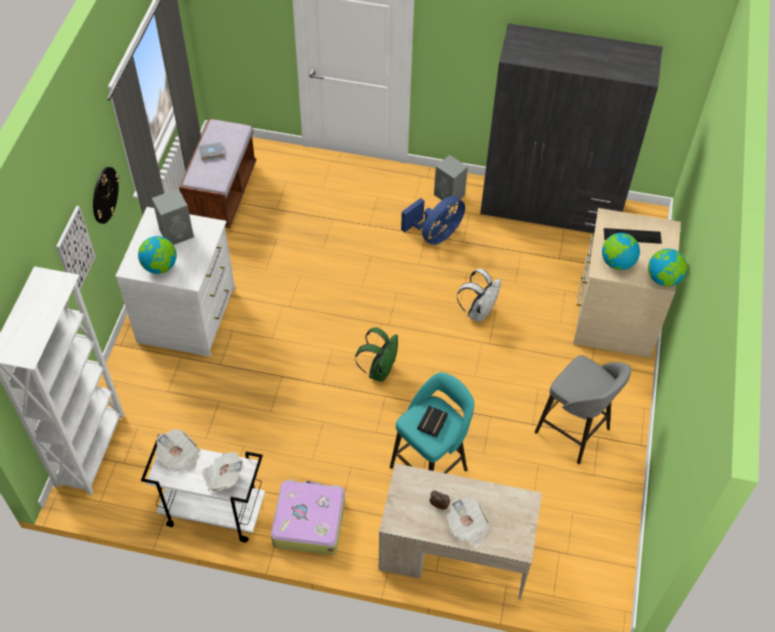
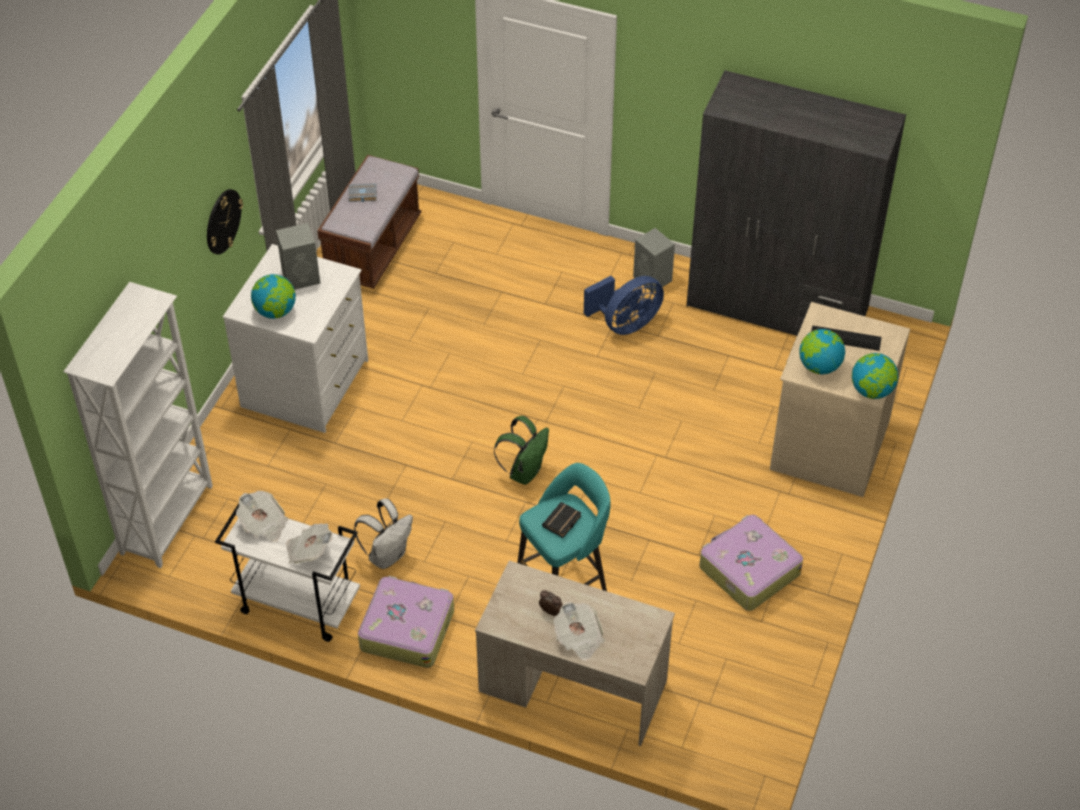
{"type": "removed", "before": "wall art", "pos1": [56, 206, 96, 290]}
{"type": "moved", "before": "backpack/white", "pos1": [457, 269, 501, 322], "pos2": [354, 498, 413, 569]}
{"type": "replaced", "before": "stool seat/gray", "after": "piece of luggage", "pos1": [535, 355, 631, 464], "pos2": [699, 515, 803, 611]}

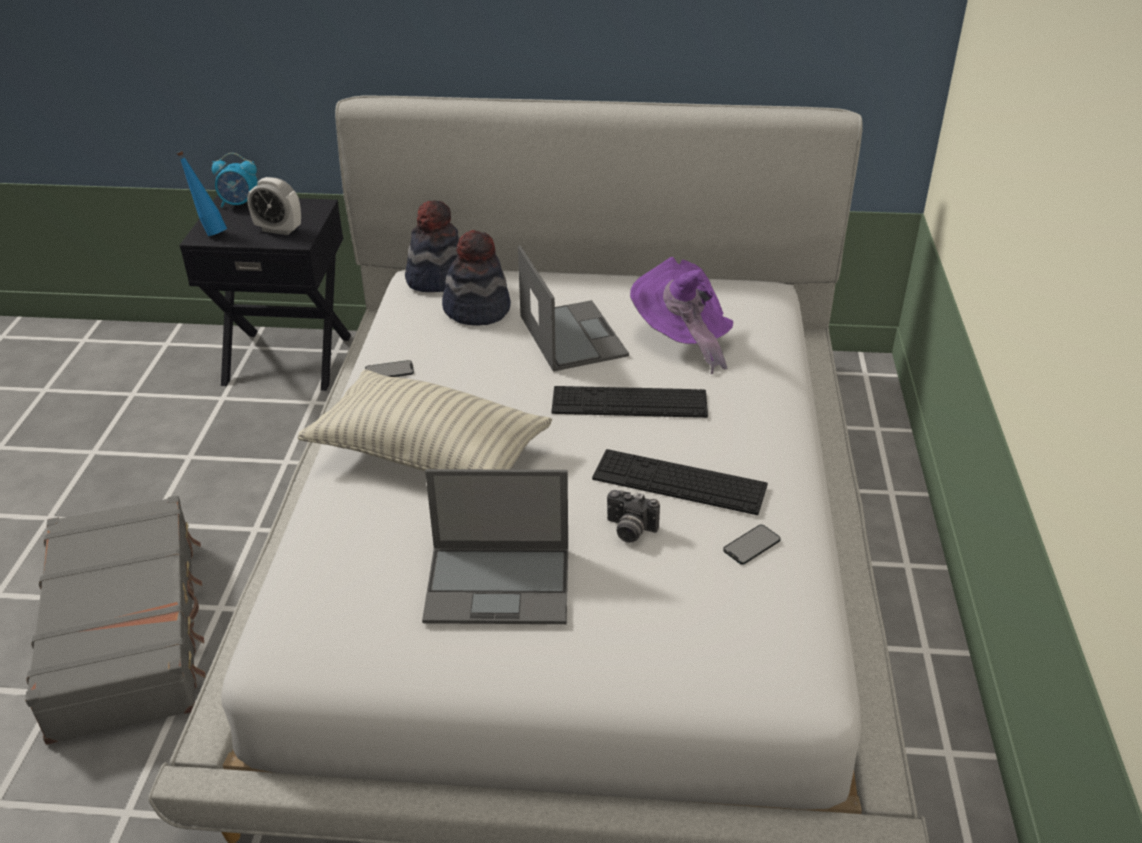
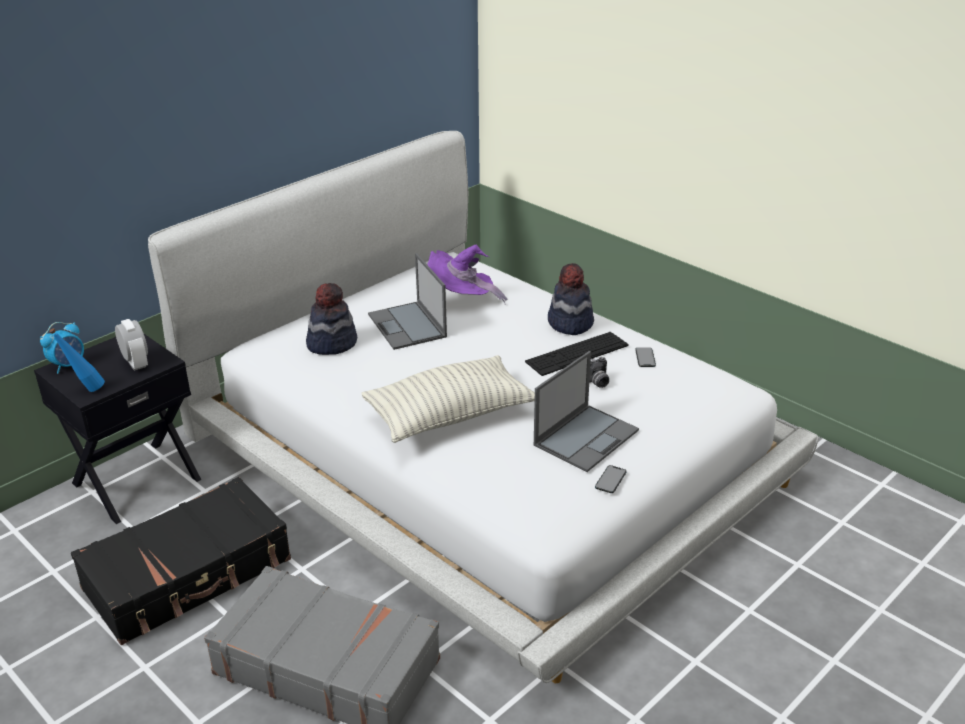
{"type": "removed", "before": "computer keyboard", "pos1": [551, 386, 708, 418]}
{"type": "added", "after": "piece of luggage/black-coloured", "pos2": [71, 477, 291, 645]}
{"type": "moved", "before": "handset", "pos1": [365, 360, 414, 377], "pos2": [595, 465, 626, 493]}
{"type": "moved", "before": "wearable hat", "pos1": [405, 200, 460, 292], "pos2": [548, 263, 594, 335]}
{"type": "turned", "before": "alarm clock", "pos1": [247, 177, 301, 235], "pos2": [115, 319, 148, 371], "turn": -90}
{"type": "turned", "before": "laptop", "pos1": [518, 245, 629, 372], "pos2": [368, 253, 447, 350], "turn": -135}

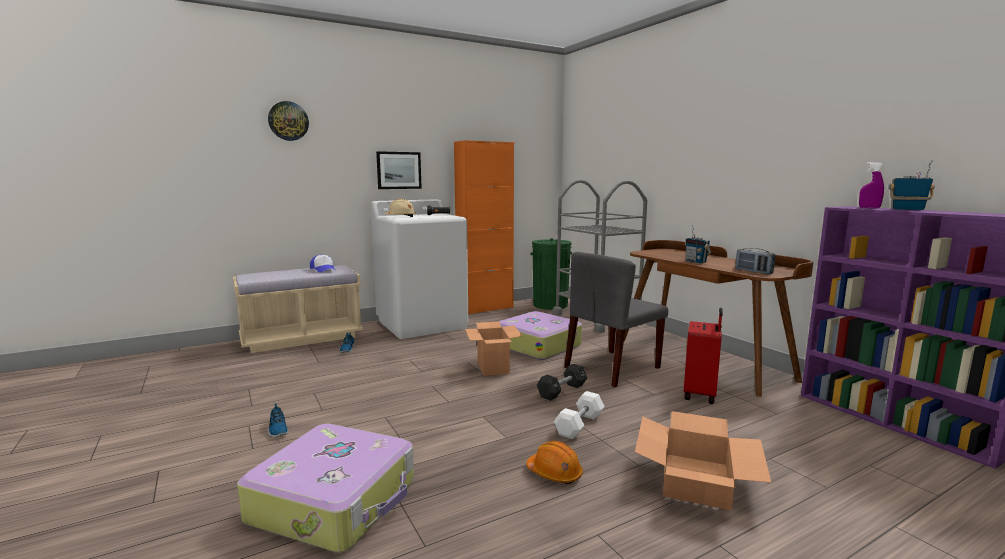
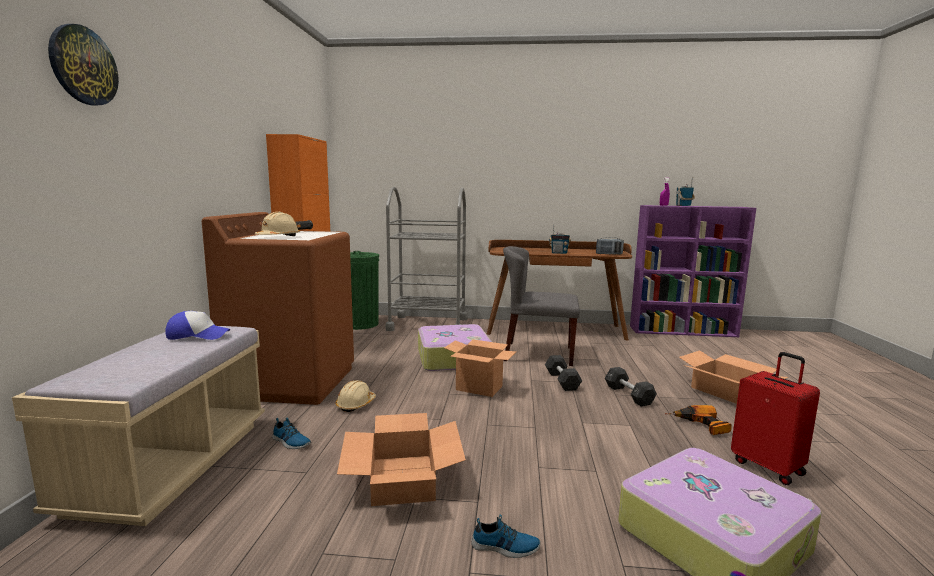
{"type": "removed", "before": "wall art", "pos1": [376, 151, 422, 189]}
{"type": "added", "after": "work helmet/sand-coloured", "pos2": [335, 380, 376, 412]}
{"type": "added", "after": "cardboard box", "pos2": [337, 413, 466, 506]}
{"type": "moved", "before": "piece of luggage/red-coloured", "pos1": [684, 308, 723, 404], "pos2": [731, 352, 820, 485]}
{"type": "replaced", "before": "work helmet/orange", "after": "drill", "pos1": [526, 441, 583, 484], "pos2": [665, 405, 732, 435]}
{"type": "recoloured", "before": "laundry machine/white", "after": "laundry machine/brown-coloured", "pos1": [371, 199, 468, 339], "pos2": [202, 212, 354, 405]}
{"type": "recoloured", "before": "hand weight/white", "after": "hand weight/black-coloured", "pos1": [554, 391, 605, 439], "pos2": [605, 367, 657, 406]}
{"type": "turned", "before": "chair/gray", "pos1": [564, 252, 668, 387], "pos2": [503, 246, 580, 366], "turn": 105}

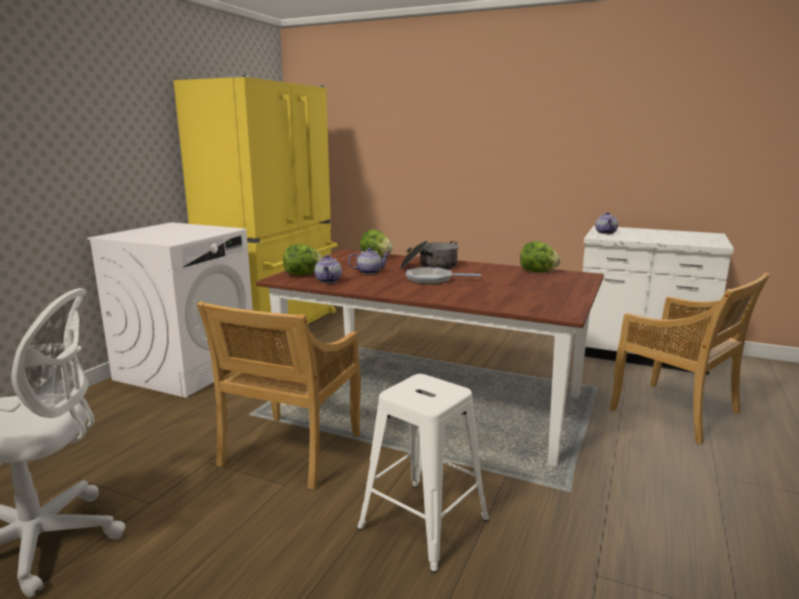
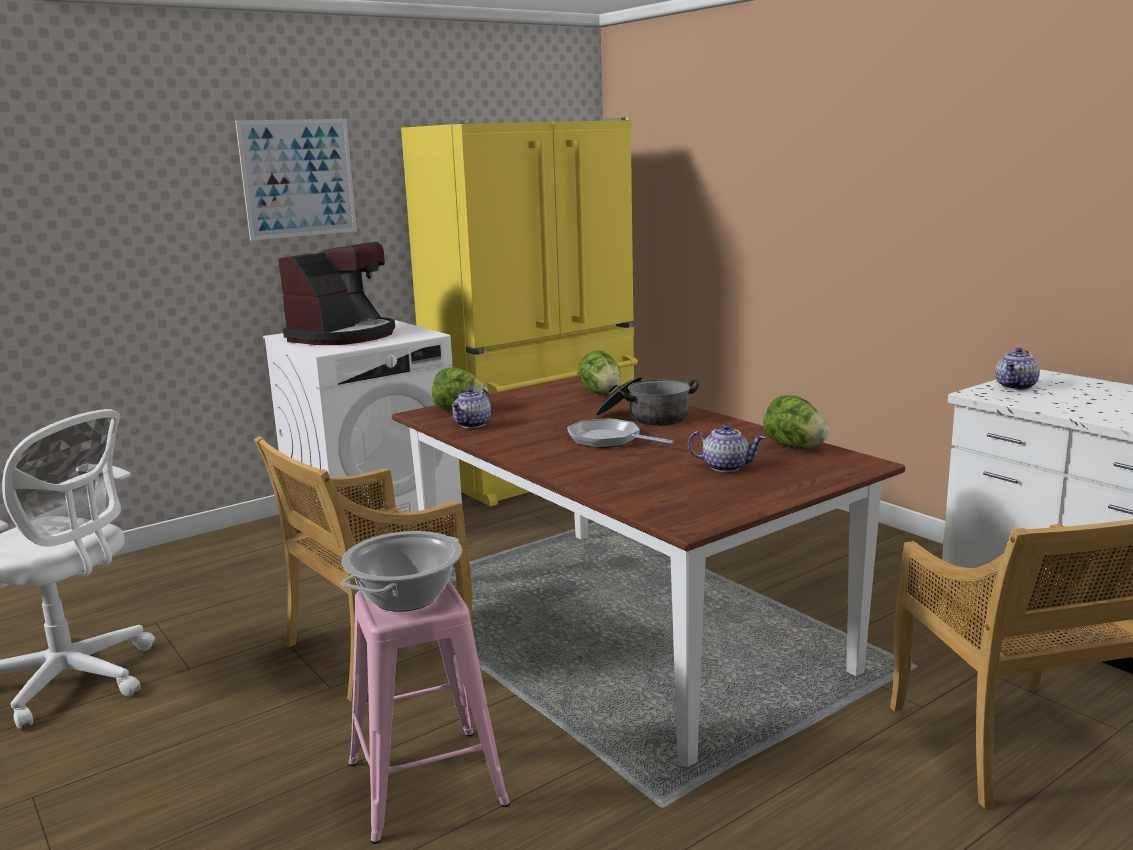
{"type": "added", "after": "wall art", "pos2": [235, 119, 357, 241]}
{"type": "added", "after": "coffee maker", "pos2": [278, 242, 395, 345]}
{"type": "added", "after": "stockpot", "pos2": [341, 531, 462, 612]}
{"type": "moved", "before": "pot for tea", "pos1": [348, 248, 390, 274], "pos2": [688, 424, 765, 472]}
{"type": "recoloured", "before": "stool seat/white", "after": "stool seat/pinkish", "pos1": [357, 374, 489, 573], "pos2": [348, 579, 510, 844]}

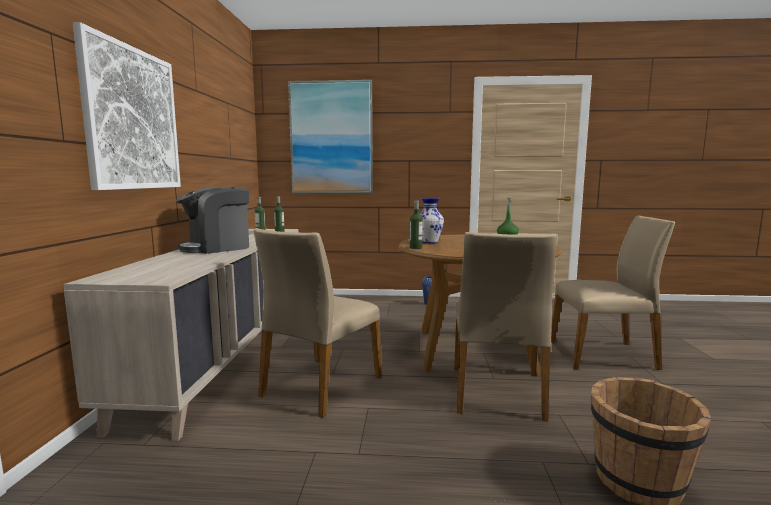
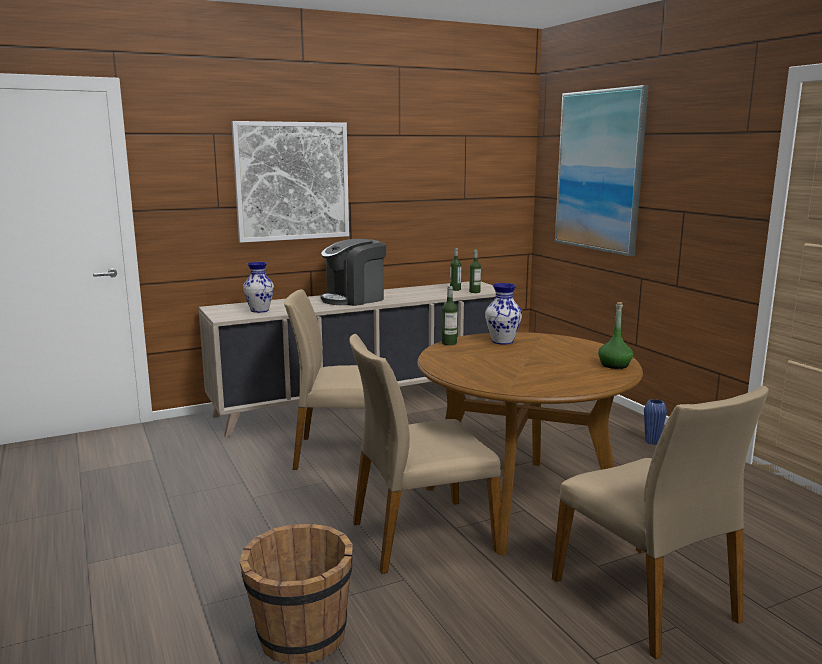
{"type": "added", "after": "vase", "pos2": [243, 262, 274, 313]}
{"type": "turned", "before": "coffee maker", "pos1": [176, 187, 249, 254], "pos2": [320, 239, 386, 306], "turn": -60}

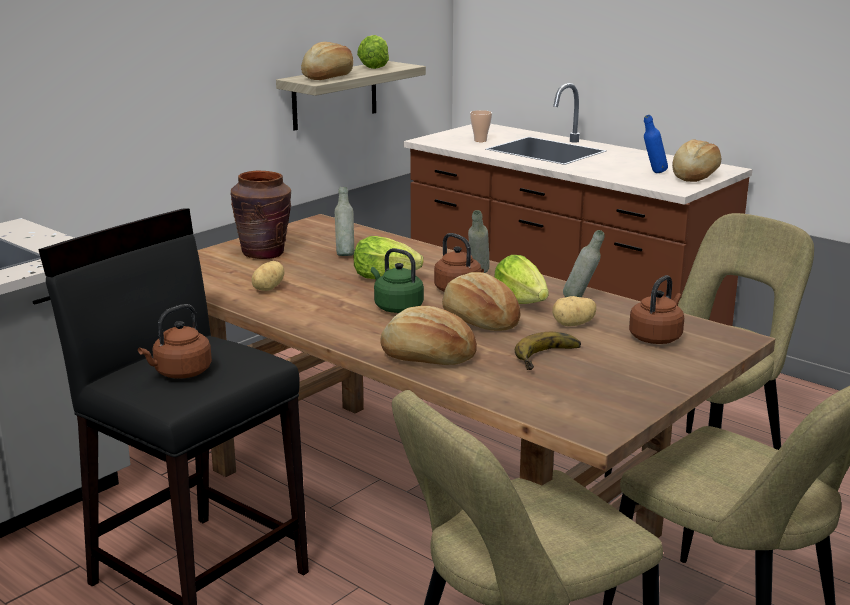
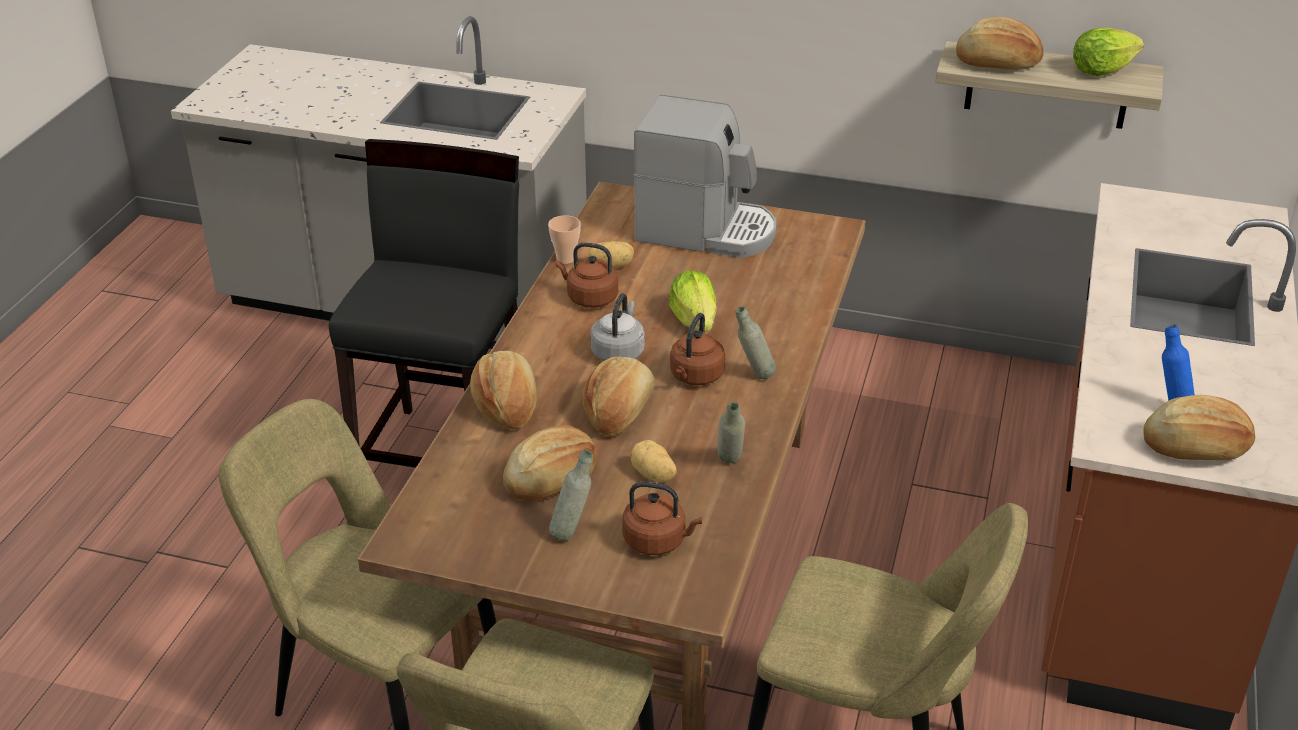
{"type": "removed", "before": "lettuce", "pos1": [494, 255, 549, 304]}
{"type": "moved", "before": "tea kettle/brown-coloured", "pos1": [138, 304, 212, 379], "pos2": [555, 242, 618, 308]}
{"type": "moved", "before": "drink bottle/gray", "pos1": [335, 187, 354, 256], "pos2": [549, 449, 593, 541]}
{"type": "moved", "before": "cup", "pos1": [470, 110, 492, 142], "pos2": [548, 215, 581, 264]}
{"type": "replaced", "before": "vase/brown-coloured", "after": "coffee maker", "pos1": [230, 170, 291, 259], "pos2": [634, 95, 776, 258]}
{"type": "replaced", "before": "whole banana", "after": "bread", "pos1": [515, 332, 581, 370], "pos2": [503, 425, 597, 501]}
{"type": "recoloured", "before": "tea kettle/green", "after": "tea kettle/gray", "pos1": [371, 248, 424, 313], "pos2": [590, 293, 645, 361]}

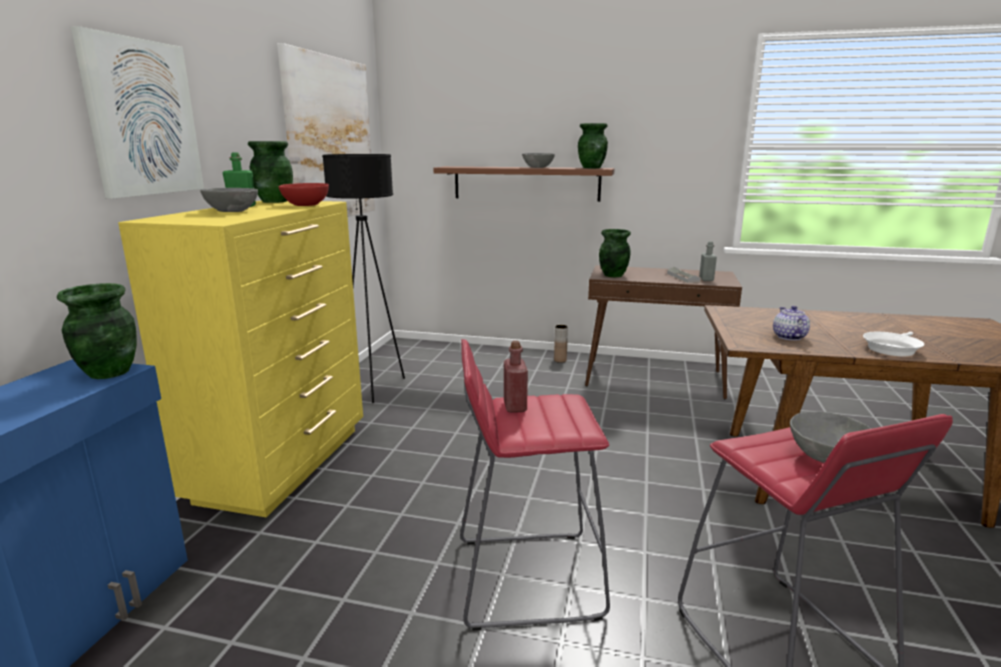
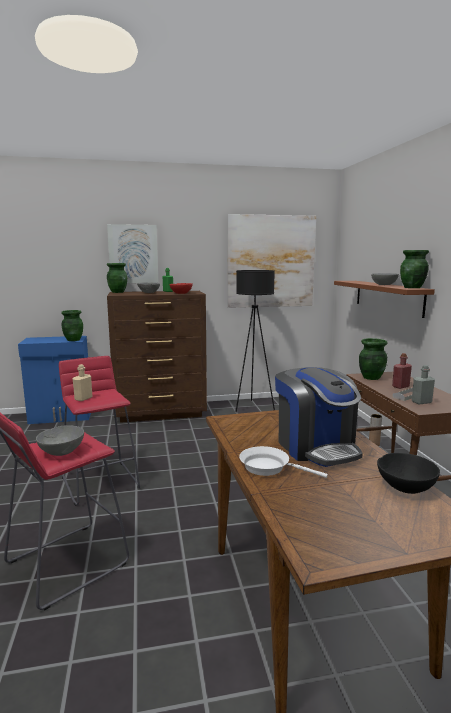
{"type": "removed", "before": "pot for tea", "pos1": [773, 306, 810, 341]}
{"type": "added", "after": "drink bottle/sand-coloured", "pos2": [73, 364, 92, 401]}
{"type": "added", "after": "coffee maker", "pos2": [275, 367, 363, 467]}
{"type": "added", "after": "deep dish/black-coloured", "pos2": [377, 453, 440, 494]}
{"type": "moved", "before": "vase/green", "pos1": [248, 141, 293, 203], "pos2": [107, 263, 127, 293]}
{"type": "moved", "before": "drink bottle/red-coloured", "pos1": [504, 341, 528, 413], "pos2": [392, 353, 412, 389]}
{"type": "recoloured", "before": "dresser/yellow-coloured", "after": "dresser/brown-coloured", "pos1": [118, 200, 363, 517], "pos2": [107, 291, 207, 423]}

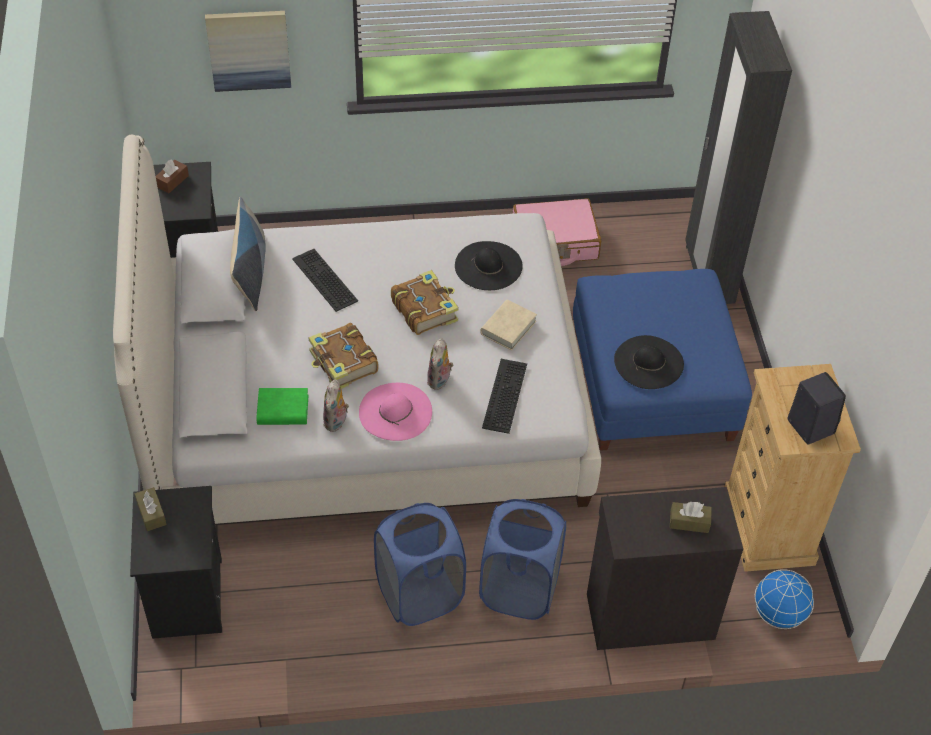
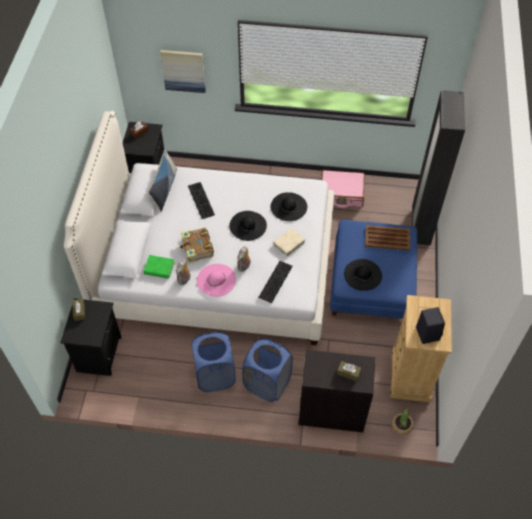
{"type": "added", "after": "carrying tray/brown-coloured", "pos2": [365, 225, 410, 250]}
{"type": "replaced", "before": "bound book", "after": "wearable hat/black-coloured", "pos1": [391, 270, 459, 335], "pos2": [229, 211, 267, 241]}
{"type": "replaced", "before": "world globe", "after": "houseplant", "pos1": [755, 569, 814, 629], "pos2": [392, 408, 414, 435]}

